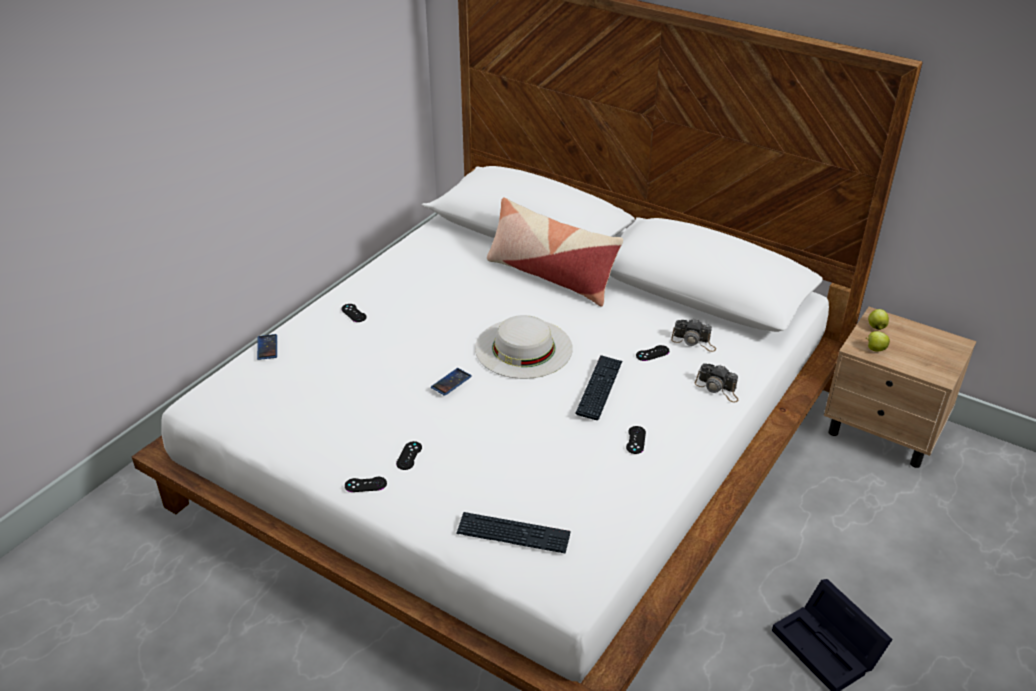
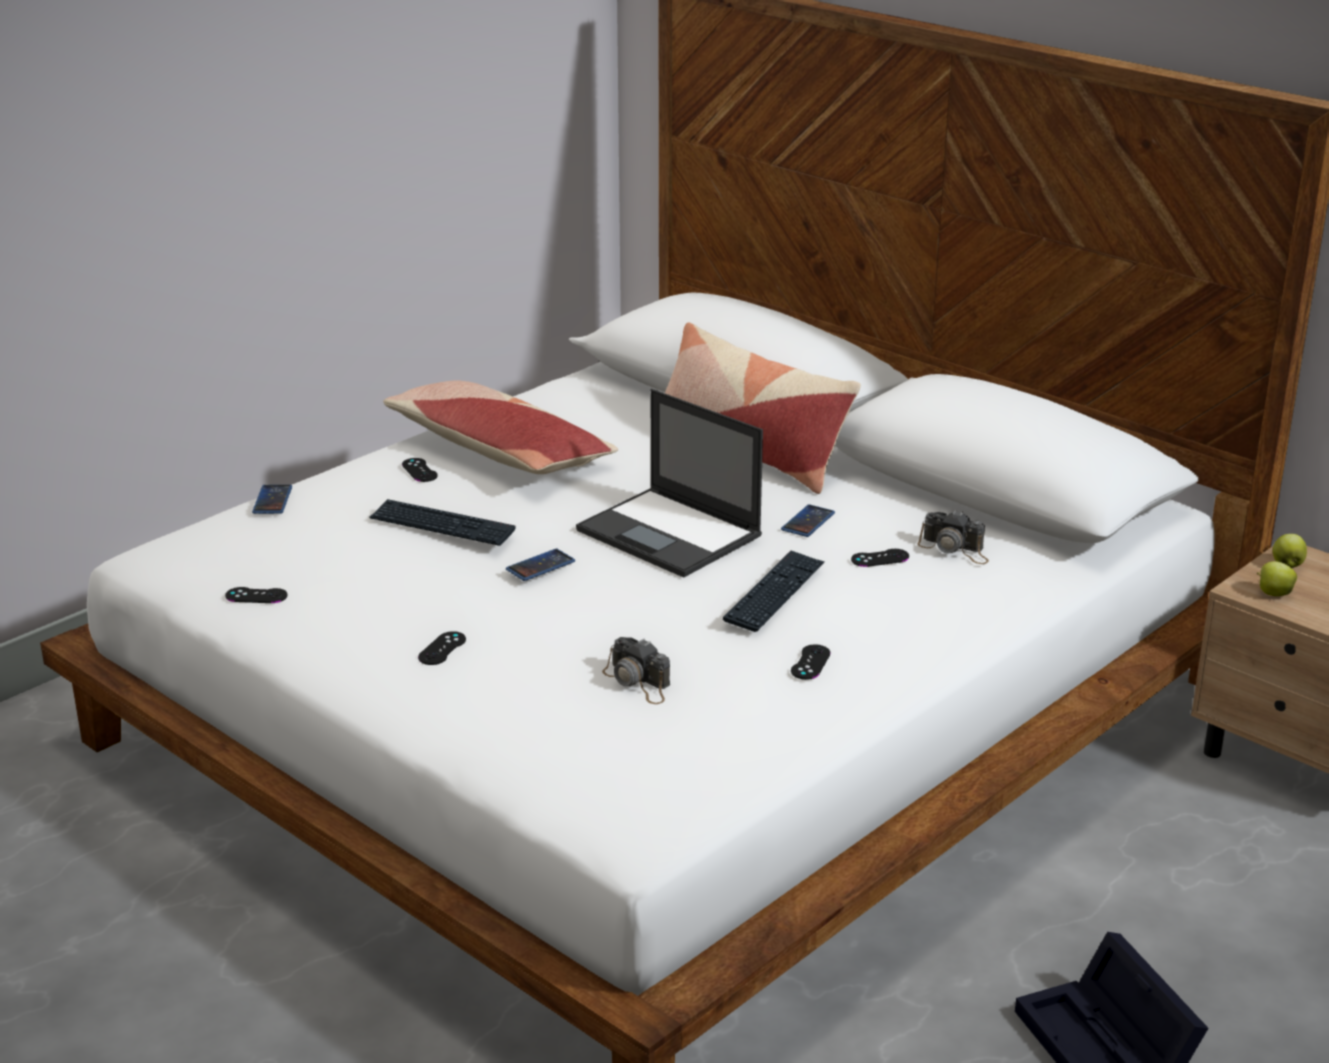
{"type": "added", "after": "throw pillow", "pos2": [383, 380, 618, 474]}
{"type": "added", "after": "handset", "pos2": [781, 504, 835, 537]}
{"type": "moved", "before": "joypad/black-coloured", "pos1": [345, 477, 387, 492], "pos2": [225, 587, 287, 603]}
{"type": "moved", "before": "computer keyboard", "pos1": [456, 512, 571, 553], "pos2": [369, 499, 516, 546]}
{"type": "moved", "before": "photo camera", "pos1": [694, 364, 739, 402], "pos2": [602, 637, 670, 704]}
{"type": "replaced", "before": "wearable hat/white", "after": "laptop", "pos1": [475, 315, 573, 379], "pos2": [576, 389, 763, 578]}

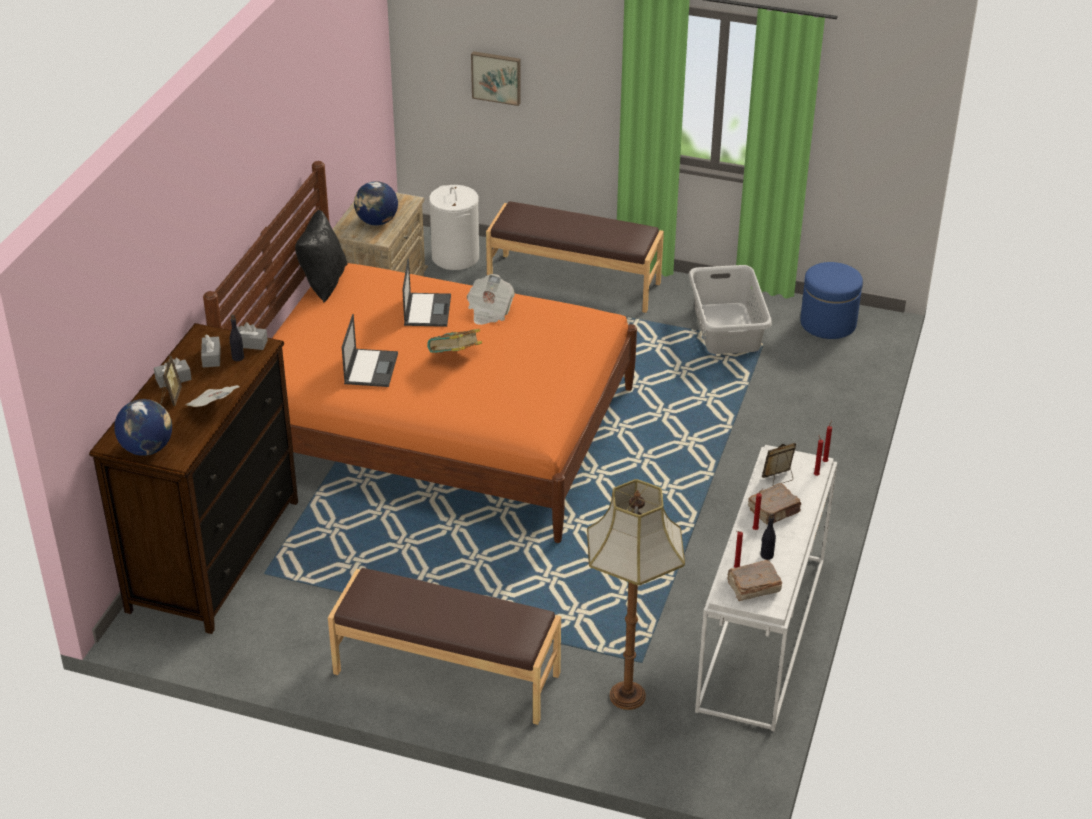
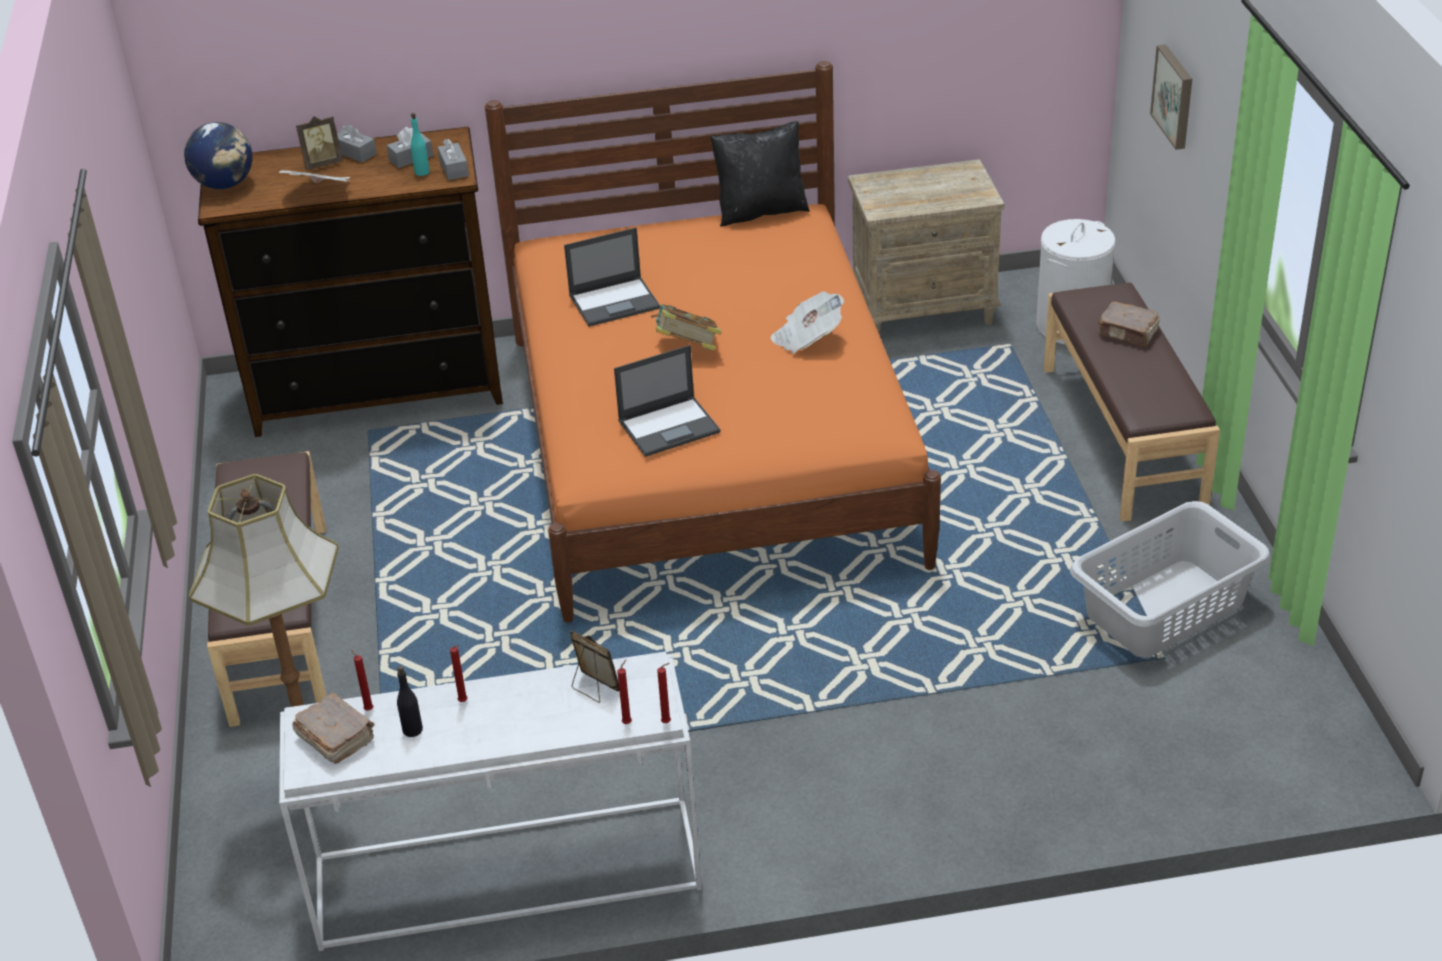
{"type": "removed", "before": "world globe", "pos1": [354, 181, 398, 226]}
{"type": "removed", "before": "footrest/blue", "pos1": [800, 262, 863, 339]}
{"type": "moved", "before": "laptop", "pos1": [402, 258, 451, 327], "pos2": [614, 345, 721, 457]}
{"type": "moved", "before": "bound book/brown-coloured", "pos1": [748, 484, 802, 525], "pos2": [1098, 301, 1160, 347]}
{"type": "recoloured", "before": "drink bottle/black-coloured", "after": "drink bottle/turquoise-coloured", "pos1": [230, 314, 244, 361], "pos2": [410, 113, 430, 176]}

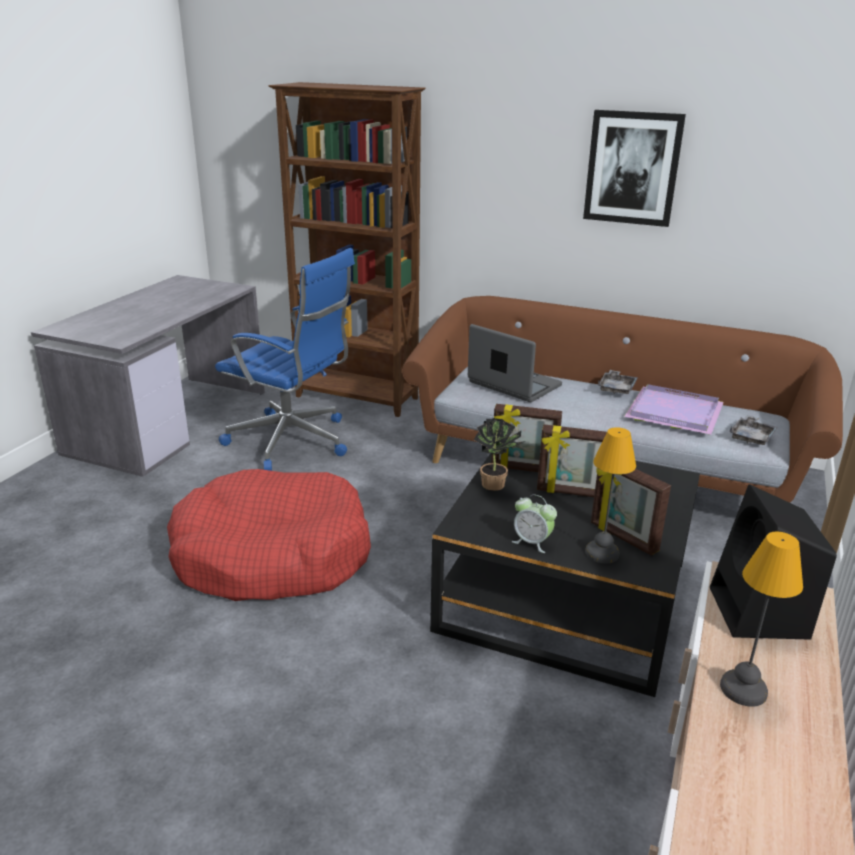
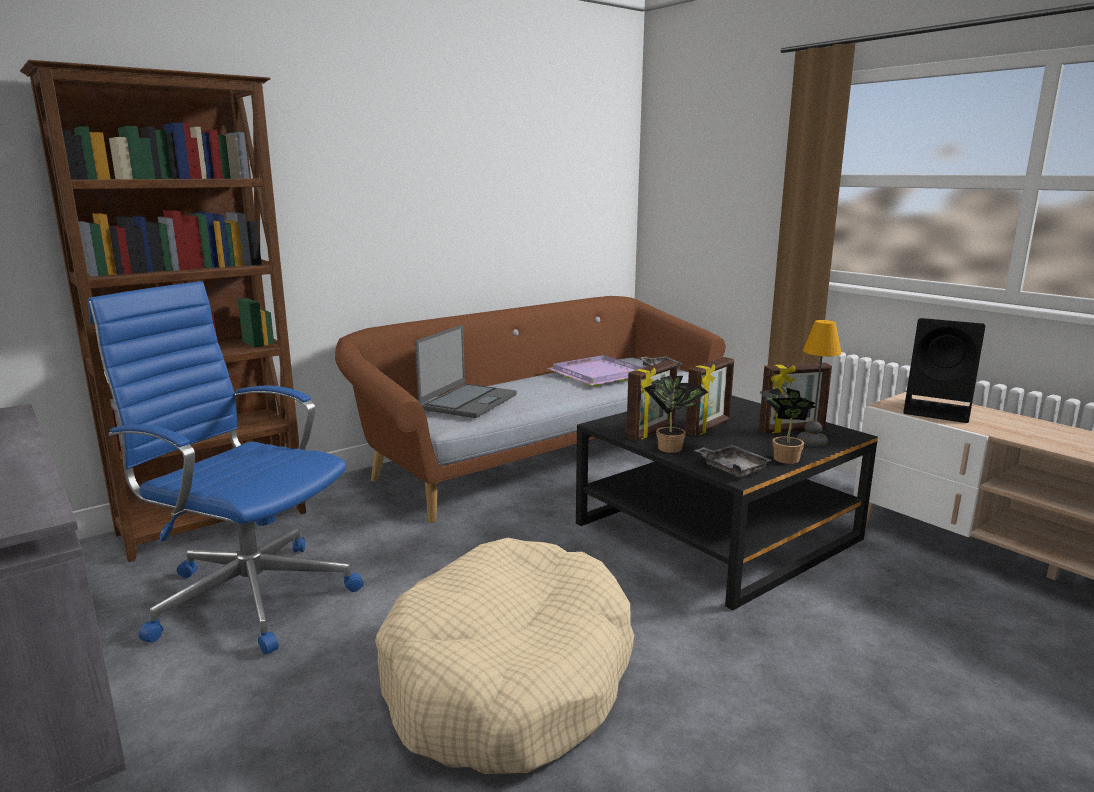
{"type": "removed", "before": "wall art", "pos1": [583, 110, 686, 227]}
{"type": "removed", "before": "table lamp", "pos1": [720, 532, 803, 707]}
{"type": "moved", "before": "carrying tray/gray", "pos1": [598, 370, 638, 394], "pos2": [694, 445, 772, 477]}
{"type": "replaced", "before": "alarm clock", "after": "houseplant", "pos1": [512, 494, 557, 553], "pos2": [760, 382, 816, 464]}
{"type": "recoloured", "before": "pet bed/red-coloured", "after": "pet bed/sand-coloured", "pos1": [167, 469, 371, 601], "pos2": [375, 538, 634, 774]}
{"type": "turned", "before": "computer chair/blue", "pos1": [215, 248, 355, 471], "pos2": [88, 281, 363, 654], "turn": -120}
{"type": "turned", "before": "laptop", "pos1": [468, 324, 562, 402], "pos2": [415, 325, 517, 418], "turn": 135}

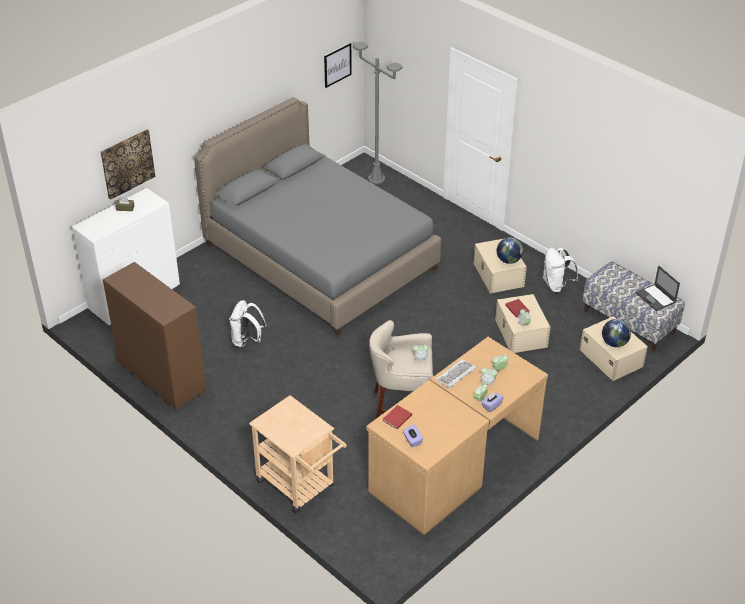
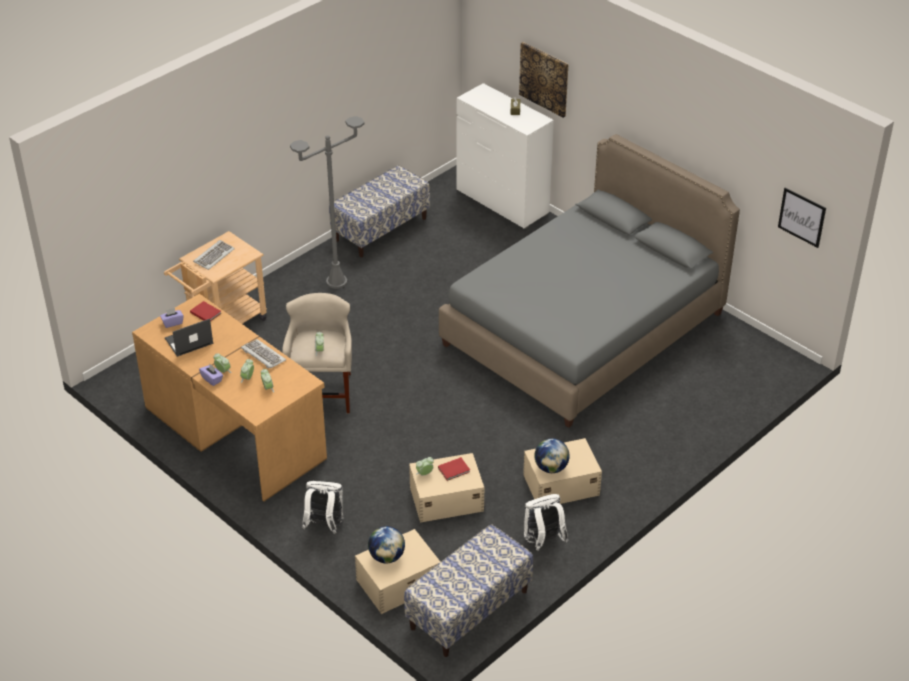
{"type": "added", "after": "computer keyboard", "pos2": [193, 240, 235, 270]}
{"type": "moved", "before": "backpack/white", "pos1": [229, 300, 266, 348], "pos2": [302, 481, 344, 534]}
{"type": "moved", "before": "floor lamp/gray", "pos1": [353, 42, 402, 184], "pos2": [290, 116, 365, 289]}
{"type": "moved", "before": "laptop", "pos1": [636, 265, 680, 311], "pos2": [165, 319, 213, 357]}
{"type": "replaced", "before": "dresser/brown-coloured", "after": "long seat", "pos1": [103, 262, 206, 411], "pos2": [329, 165, 430, 257]}

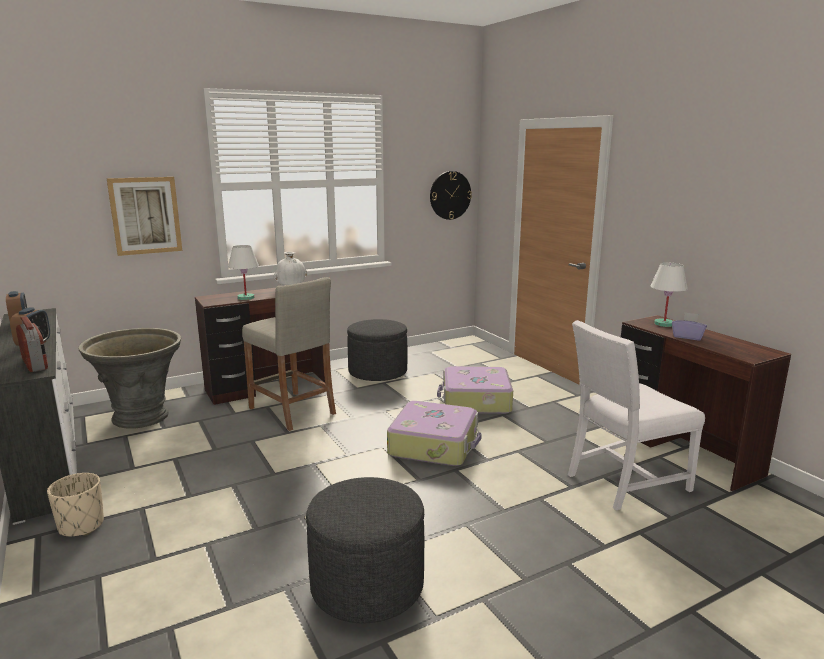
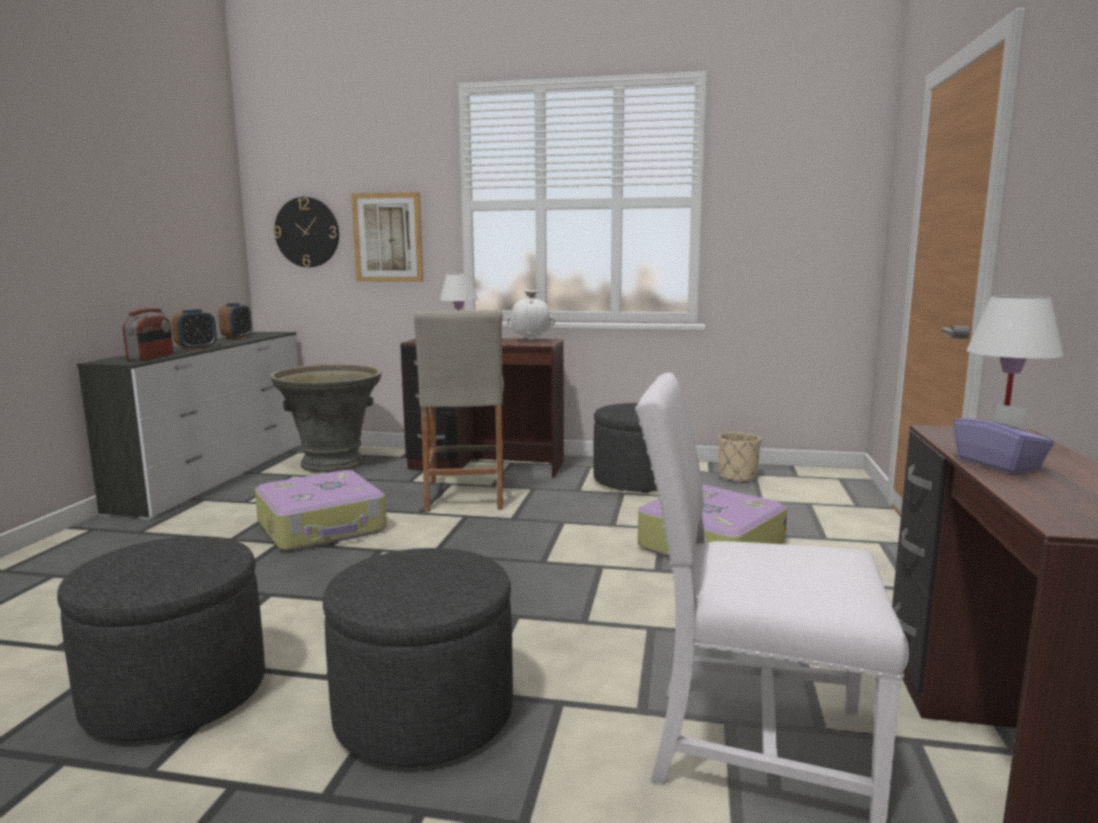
{"type": "added", "after": "footrest/gray", "pos2": [323, 548, 513, 767]}
{"type": "moved", "before": "planter/sand-coloured", "pos1": [47, 473, 104, 536], "pos2": [718, 432, 761, 483]}
{"type": "moved", "before": "piece of luggage", "pos1": [387, 401, 482, 466], "pos2": [255, 470, 387, 551]}
{"type": "moved", "before": "clock on the wall", "pos1": [430, 171, 472, 220], "pos2": [274, 197, 339, 267]}

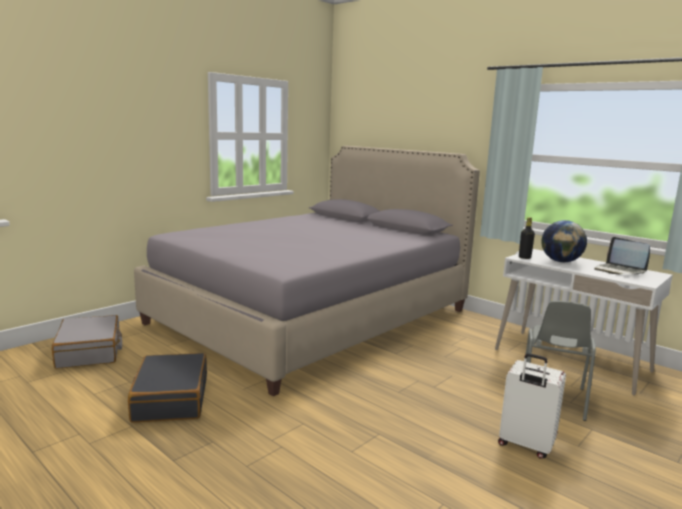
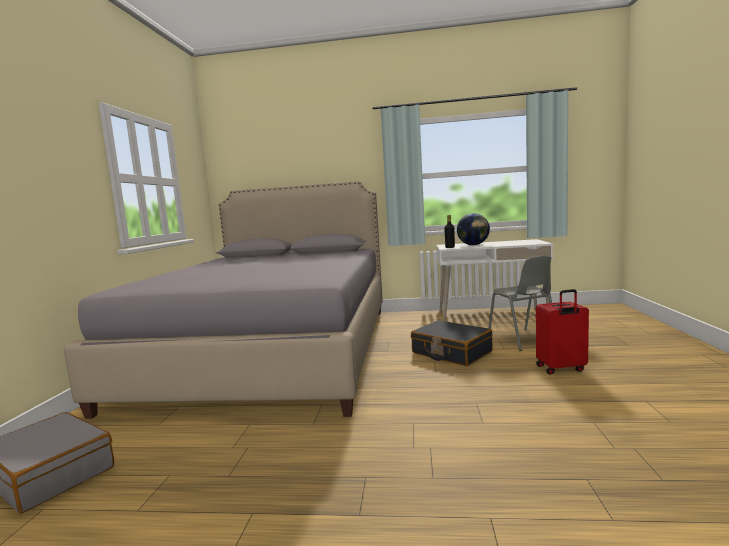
{"type": "removed", "before": "laptop", "pos1": [594, 237, 650, 275]}
{"type": "moved", "before": "piece of luggage/black-coloured", "pos1": [128, 353, 207, 423], "pos2": [411, 320, 493, 366]}
{"type": "recoloured", "before": "piece of luggage/white", "after": "piece of luggage/red-coloured", "pos1": [498, 353, 566, 459], "pos2": [536, 289, 589, 375]}

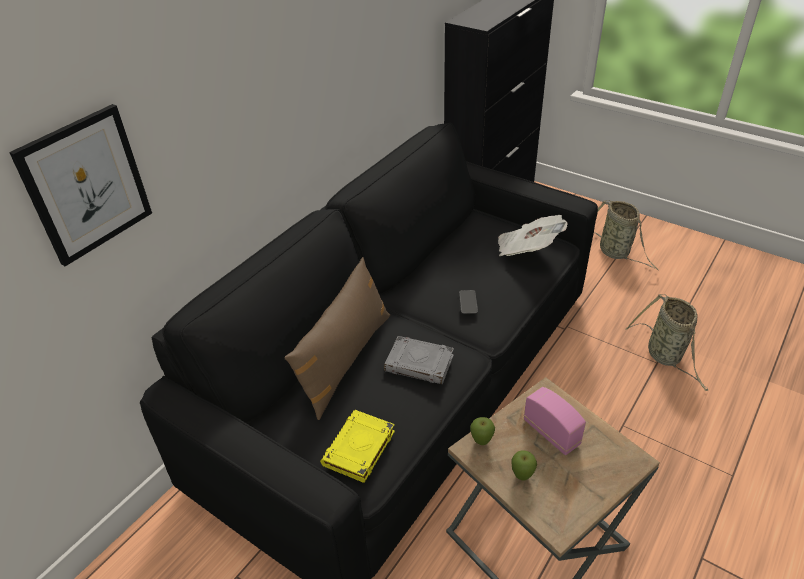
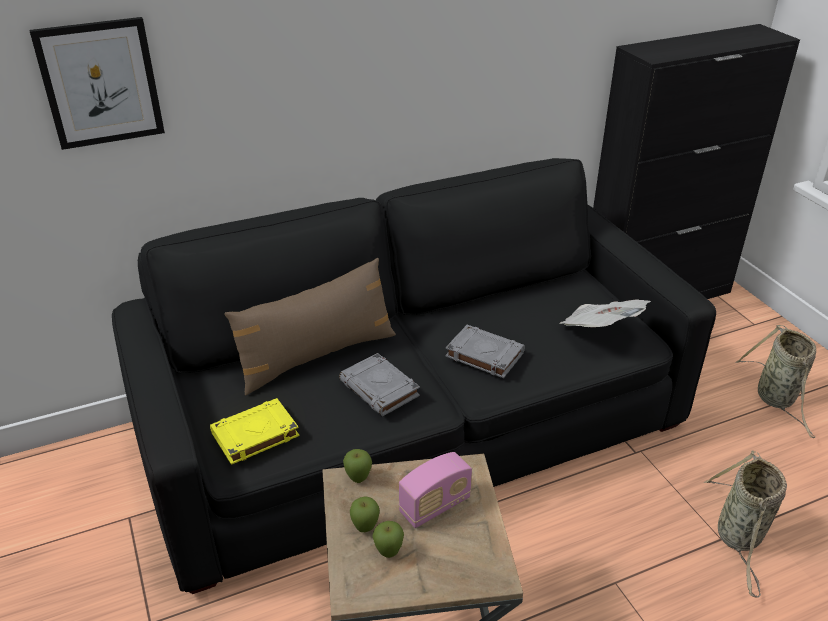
{"type": "added", "after": "apple fruit", "pos2": [372, 521, 404, 558]}
{"type": "replaced", "before": "handset", "after": "bound book/gray", "pos1": [459, 290, 478, 314], "pos2": [445, 325, 525, 378]}
{"type": "turned", "before": "radio receiver", "pos1": [524, 387, 586, 455], "pos2": [399, 452, 472, 528], "turn": 60}

